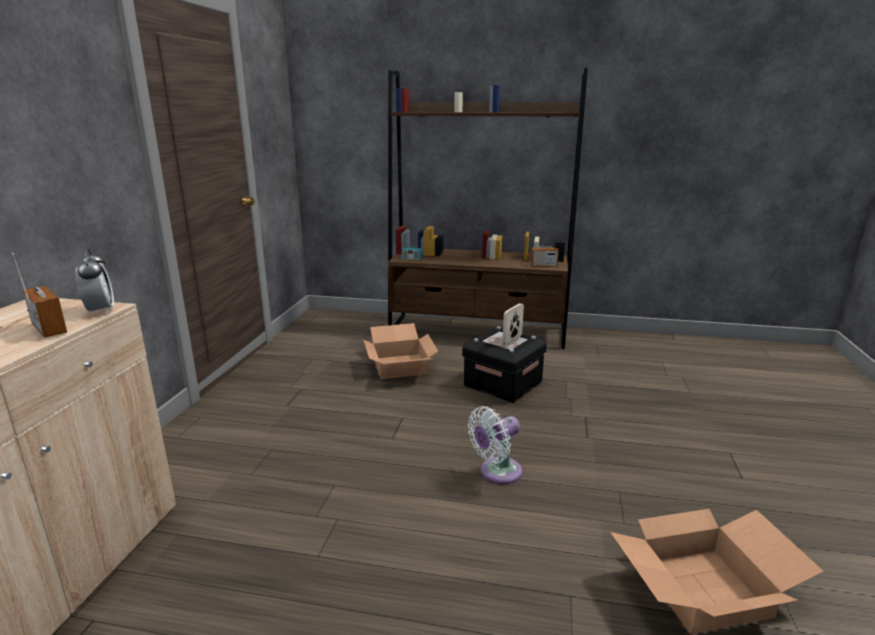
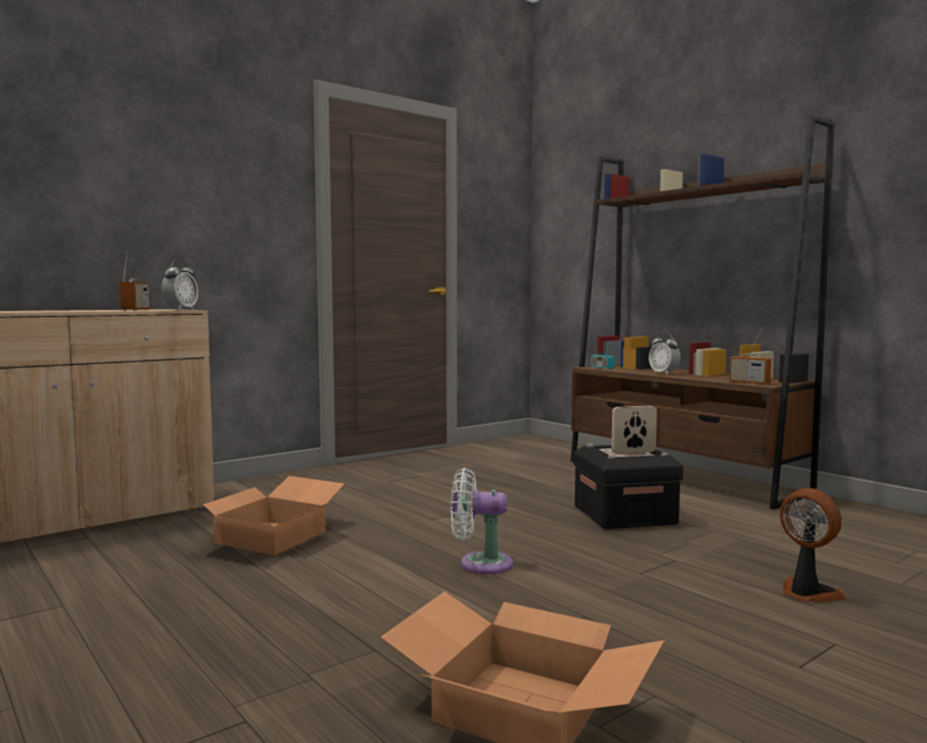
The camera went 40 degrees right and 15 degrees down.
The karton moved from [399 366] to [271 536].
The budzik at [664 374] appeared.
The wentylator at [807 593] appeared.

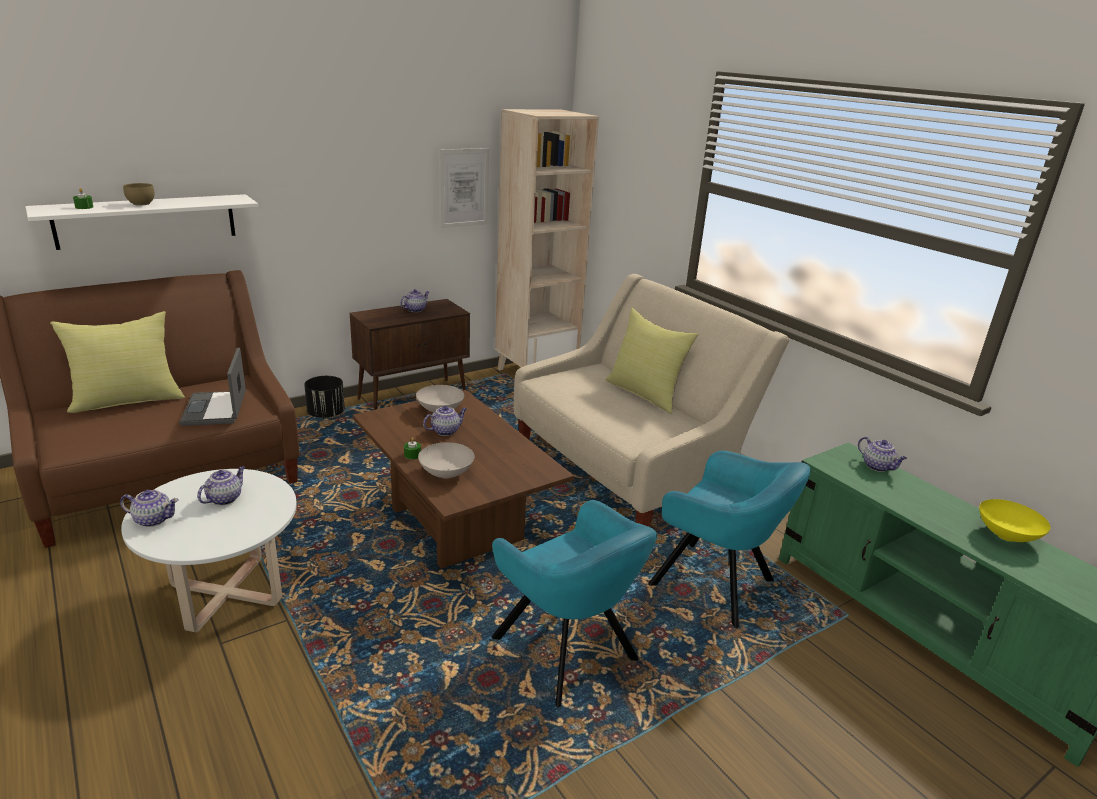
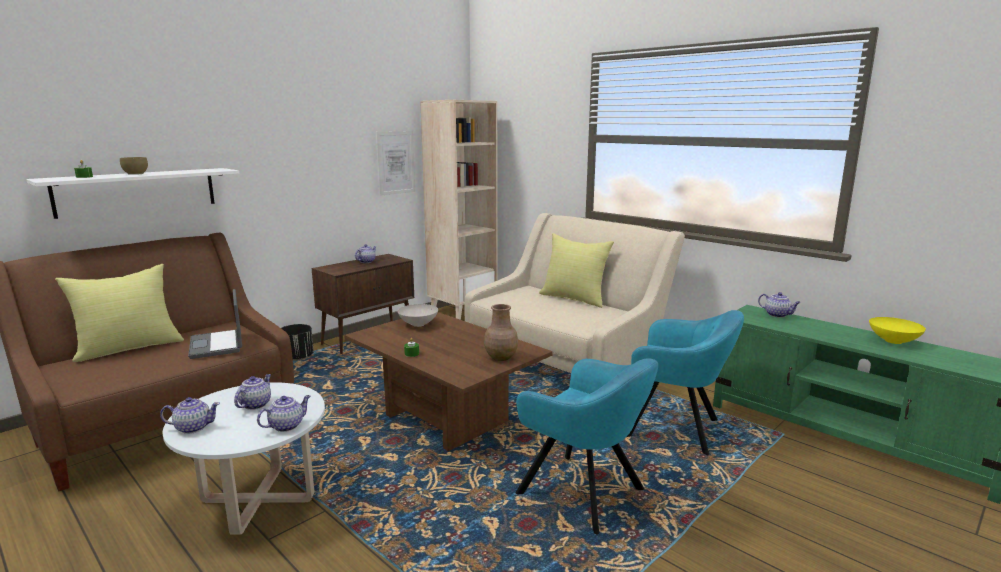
The camera went 10 degrees left and 10 degrees down.
The miska [biały] at [446 473] disappeared.
The imbryk moved from [446 431] to [287 425].
The wazon [brązowy] at [500 357] appeared.

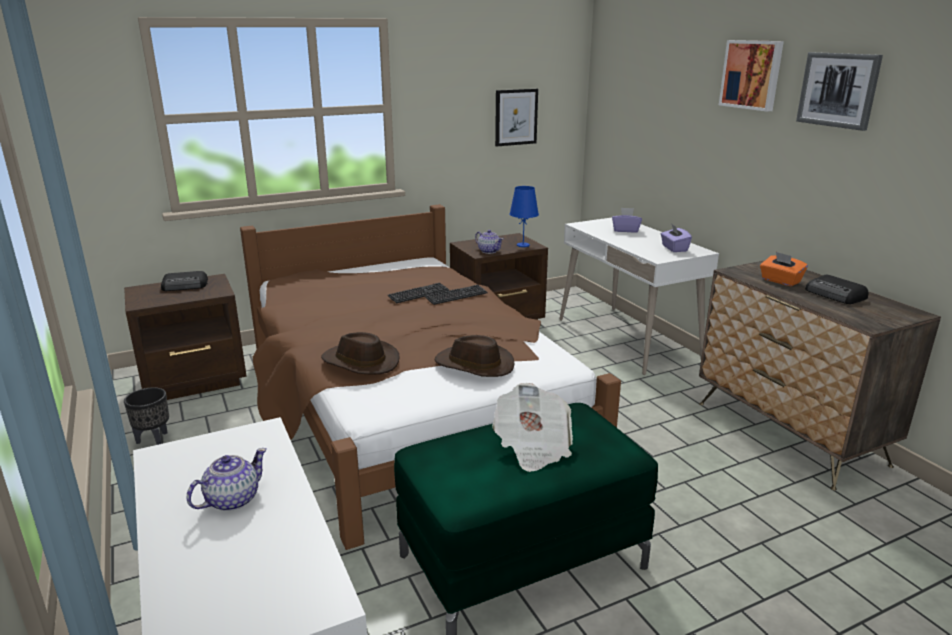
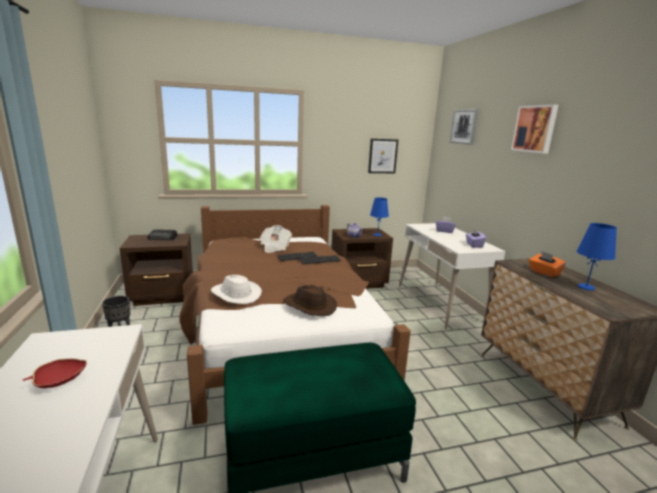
The camera went 10 degrees right and 5 degrees down.
The imbryk at [231 500] was replaced by the miska [czerwony] at [59 381].
The kapelusz [brązowy] at [360 362] became the kapelusz [biały] at [235 294].
The gazeta moved from [532 446] to [275 247].
The obraz moved from [838 90] to [464 126].
The radio at [835 295] was replaced by the lampa stołowa [niebieski] at [586 287].

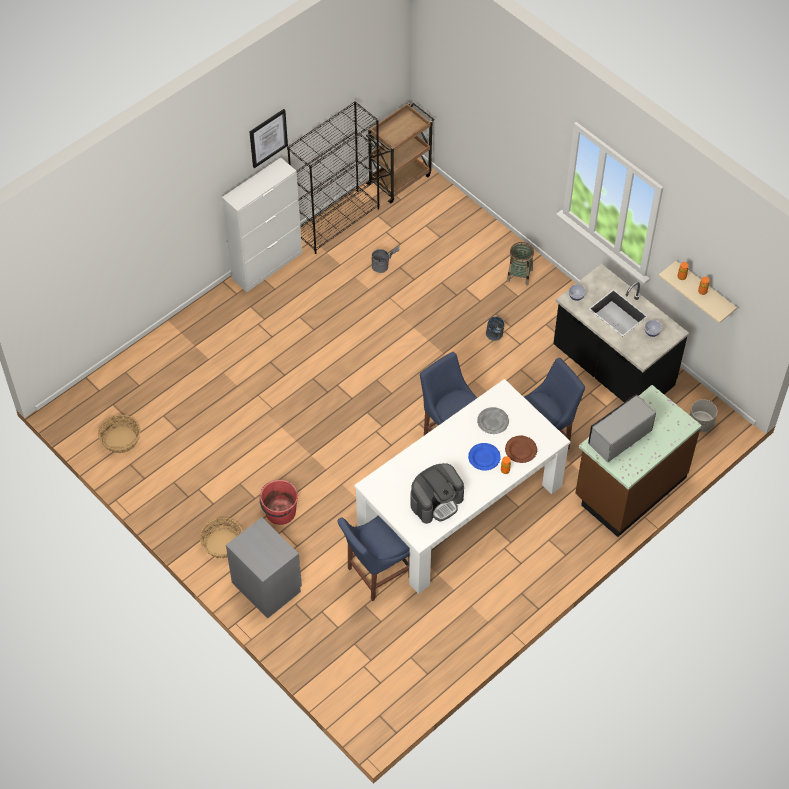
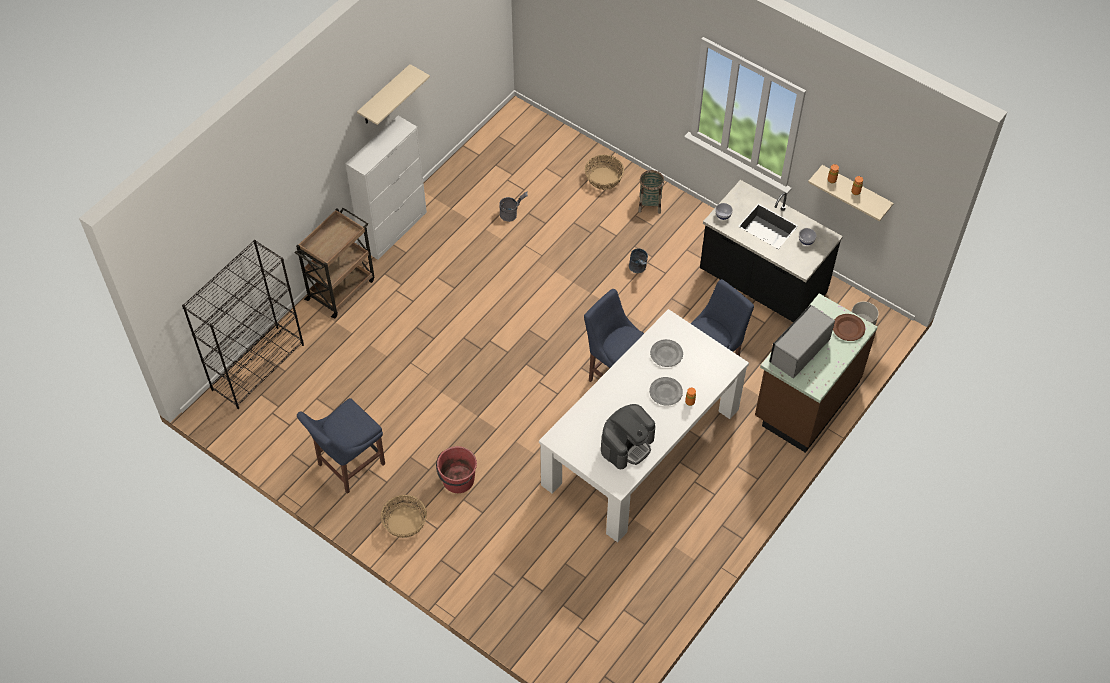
The camera went 10 degrees left and 0 degrees up.
The koszyk moved from [121 440] to [604 178].
The szafka nocna [szary] at [267 586] disappeared.
The obraz at [268 138] was replaced by the półka [beżowy] at [384 96].
The regał [czarny] moved from [337 221] to [258 366].
The krzesło [niebieski] moved from [376 574] to [348 466].
The wózek [brązowy] moved from [400 179] to [341 289].
The talerz [niebieski] at [484 458] became the talerz [szary] at [665 392].
The talerz [brązowy] moved from [521 450] to [848 328].

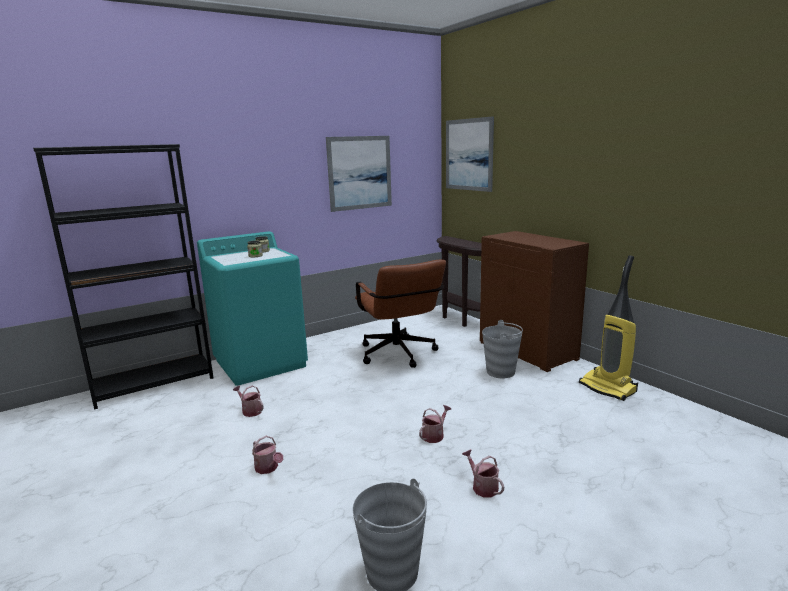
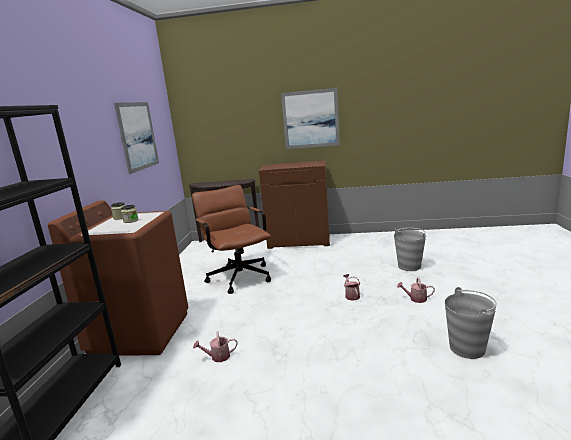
The camera went 50 degrees left and 0 degrees up.
The pralka [turkusowy] at [261 363] became the pralka [brązowy] at [140 332].
The konewka at [268 468] disappeared.
The krzesło biurowe [brązowy] at [399 356] turned 135 degrees counterclockwise.
The obraz moved from [469 154] to [310 119].
The wiadro [szary] moved from [501 372] to [409 266].
The odkurzacz at [608 388] disappeared.

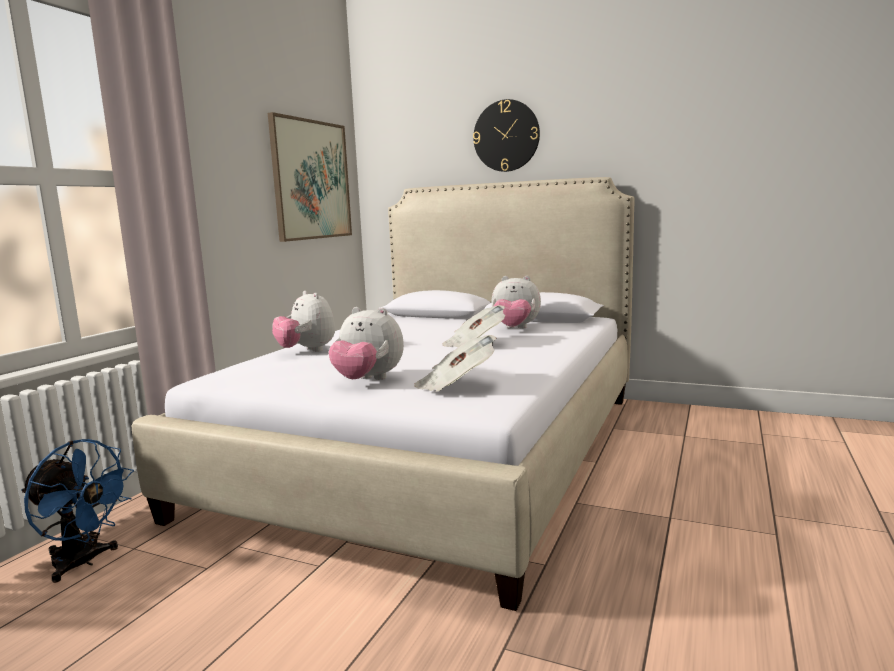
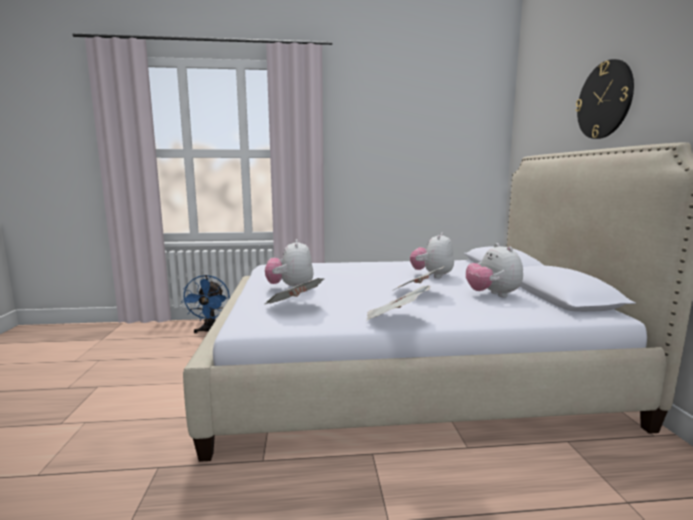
The camera went 60 degrees right and 0 degrees up.
The obraz at [311 180] disappeared.
The pluszak moved from [307 351] to [432 275].
The gazeta at [394 319] appeared.

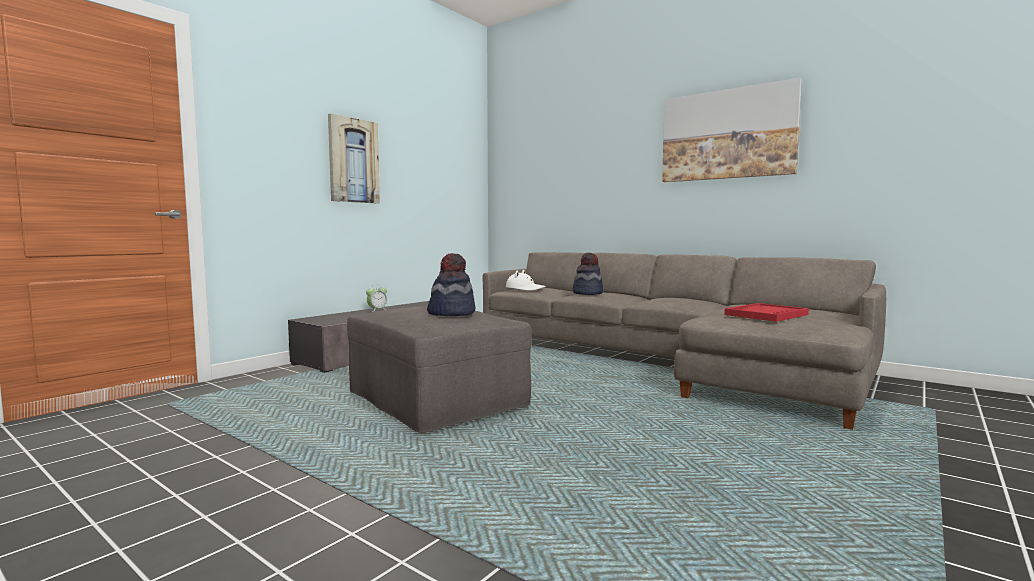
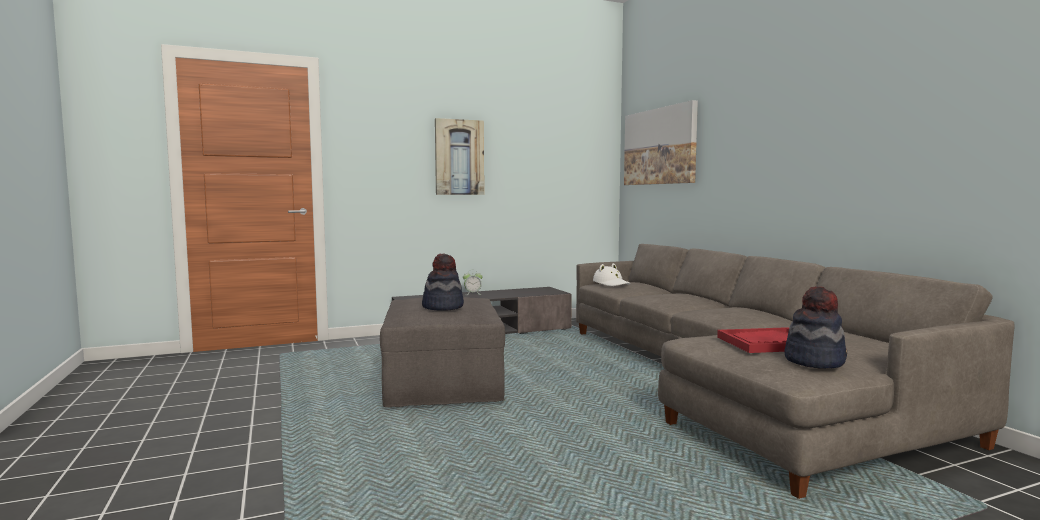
The camera went 30 degrees right and 0 degrees up.
The kapelusz moved from [587 293] to [814 361].
The obraz moved from [727 134] to [659 146].

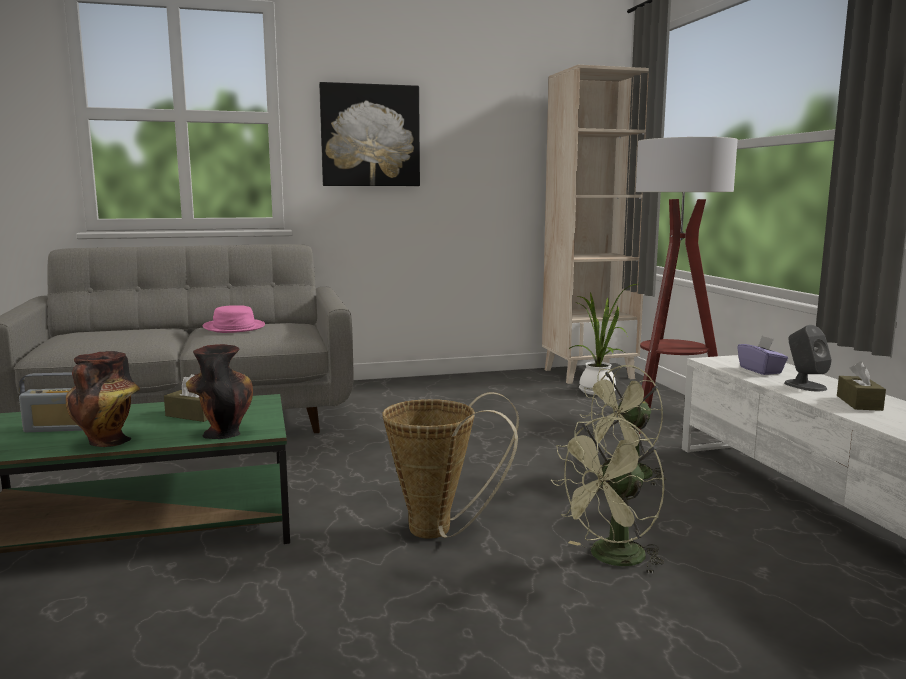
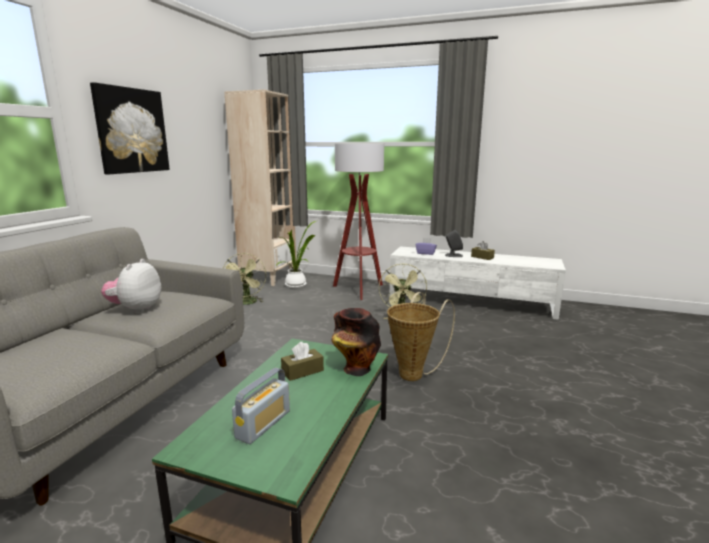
The camera went 55 degrees left and 5 degrees up.
The wazon at [108 441] disappeared.
The kapelusz [różowy] at [233 327] was replaced by the pluszak at [136 309].
The wentylator [zielony] moved from [611 559] to [247 303].

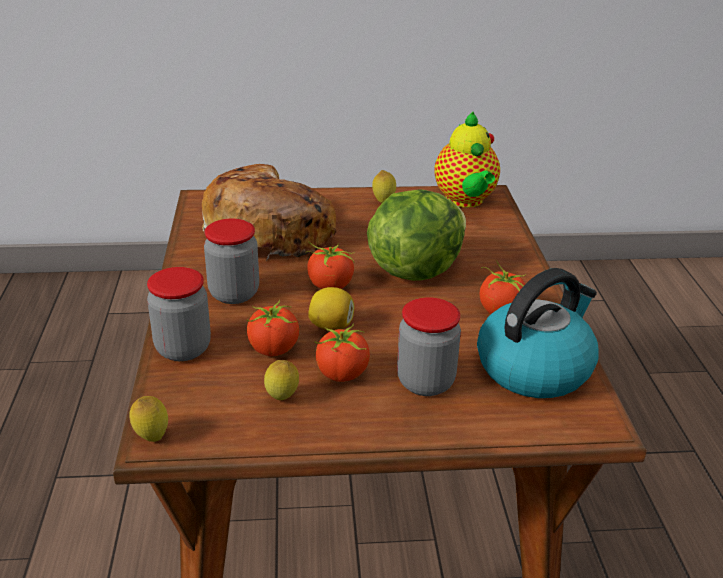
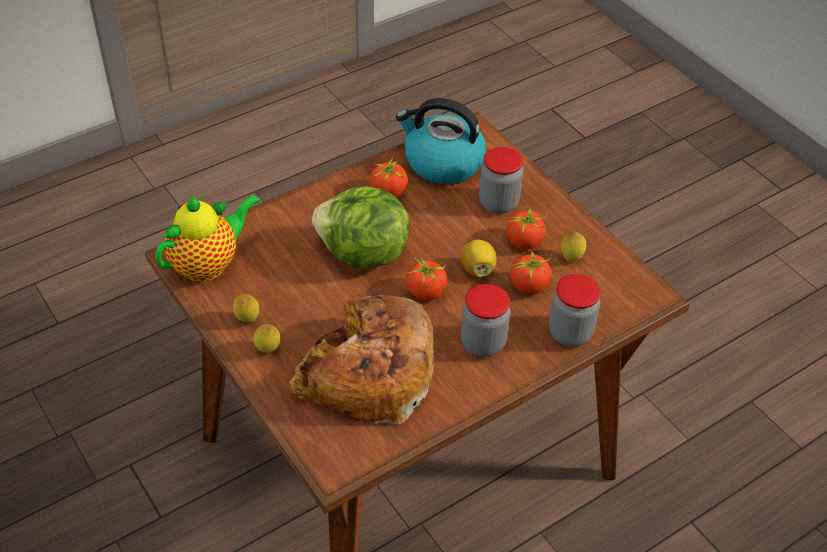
The camera went 120 degrees left and 15 degrees up.
The cytryna moved from [152 437] to [268 350].

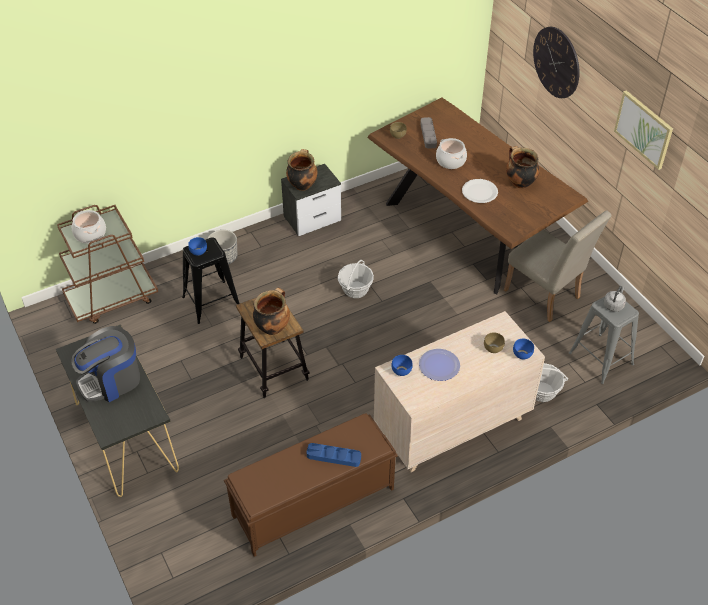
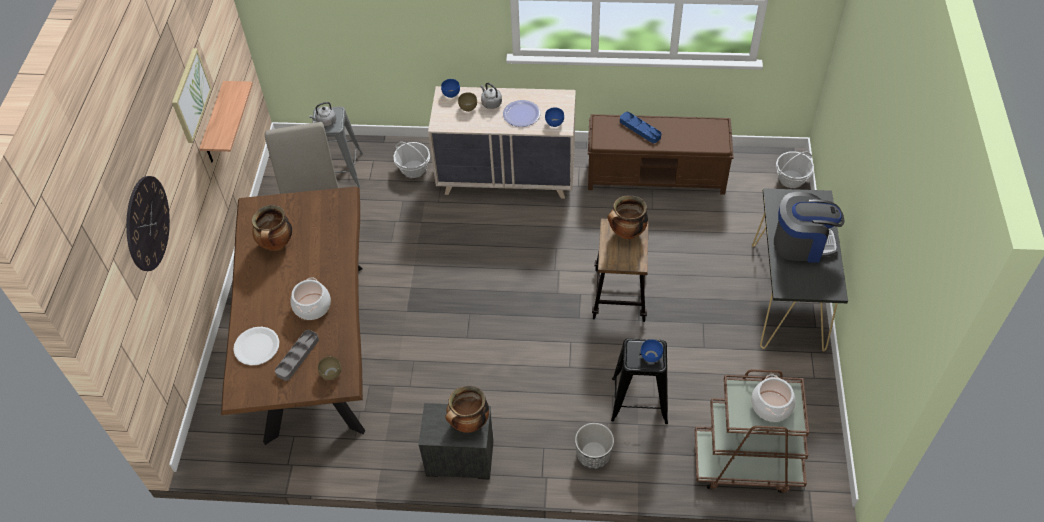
The camera went 145 degrees left and 5 degrees up.
The koszyk moved from [355 290] to [791 179].
The talerz [biały] moved from [479 192] to [257 346].
The półka at [215 125] appeared.
The czajnik [szary] at [490 103] appeared.

